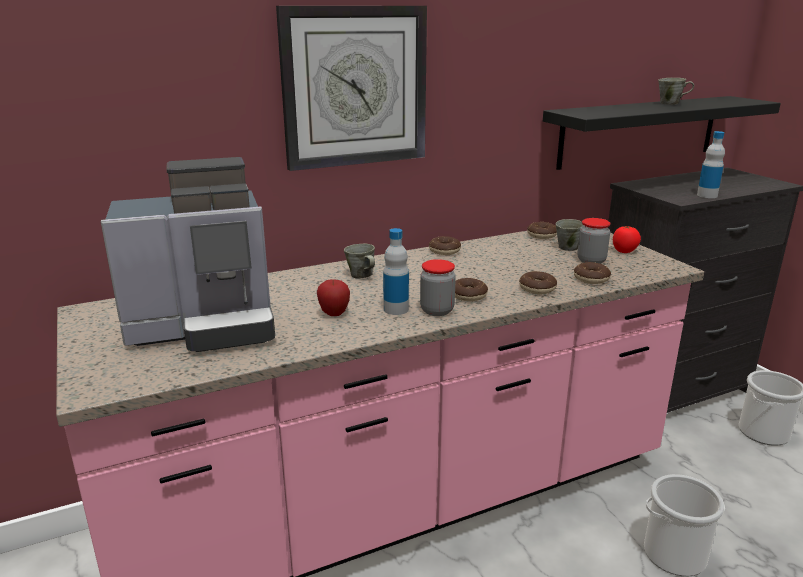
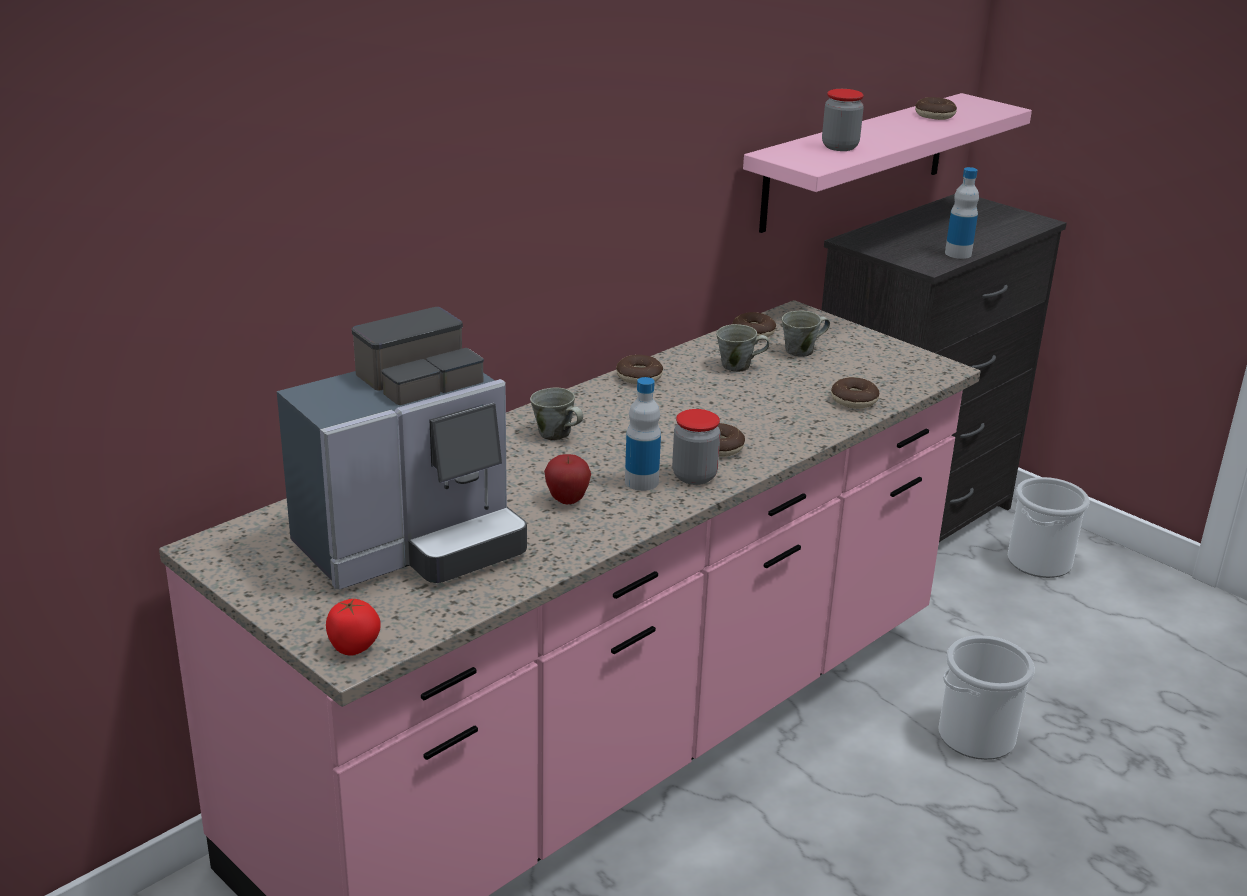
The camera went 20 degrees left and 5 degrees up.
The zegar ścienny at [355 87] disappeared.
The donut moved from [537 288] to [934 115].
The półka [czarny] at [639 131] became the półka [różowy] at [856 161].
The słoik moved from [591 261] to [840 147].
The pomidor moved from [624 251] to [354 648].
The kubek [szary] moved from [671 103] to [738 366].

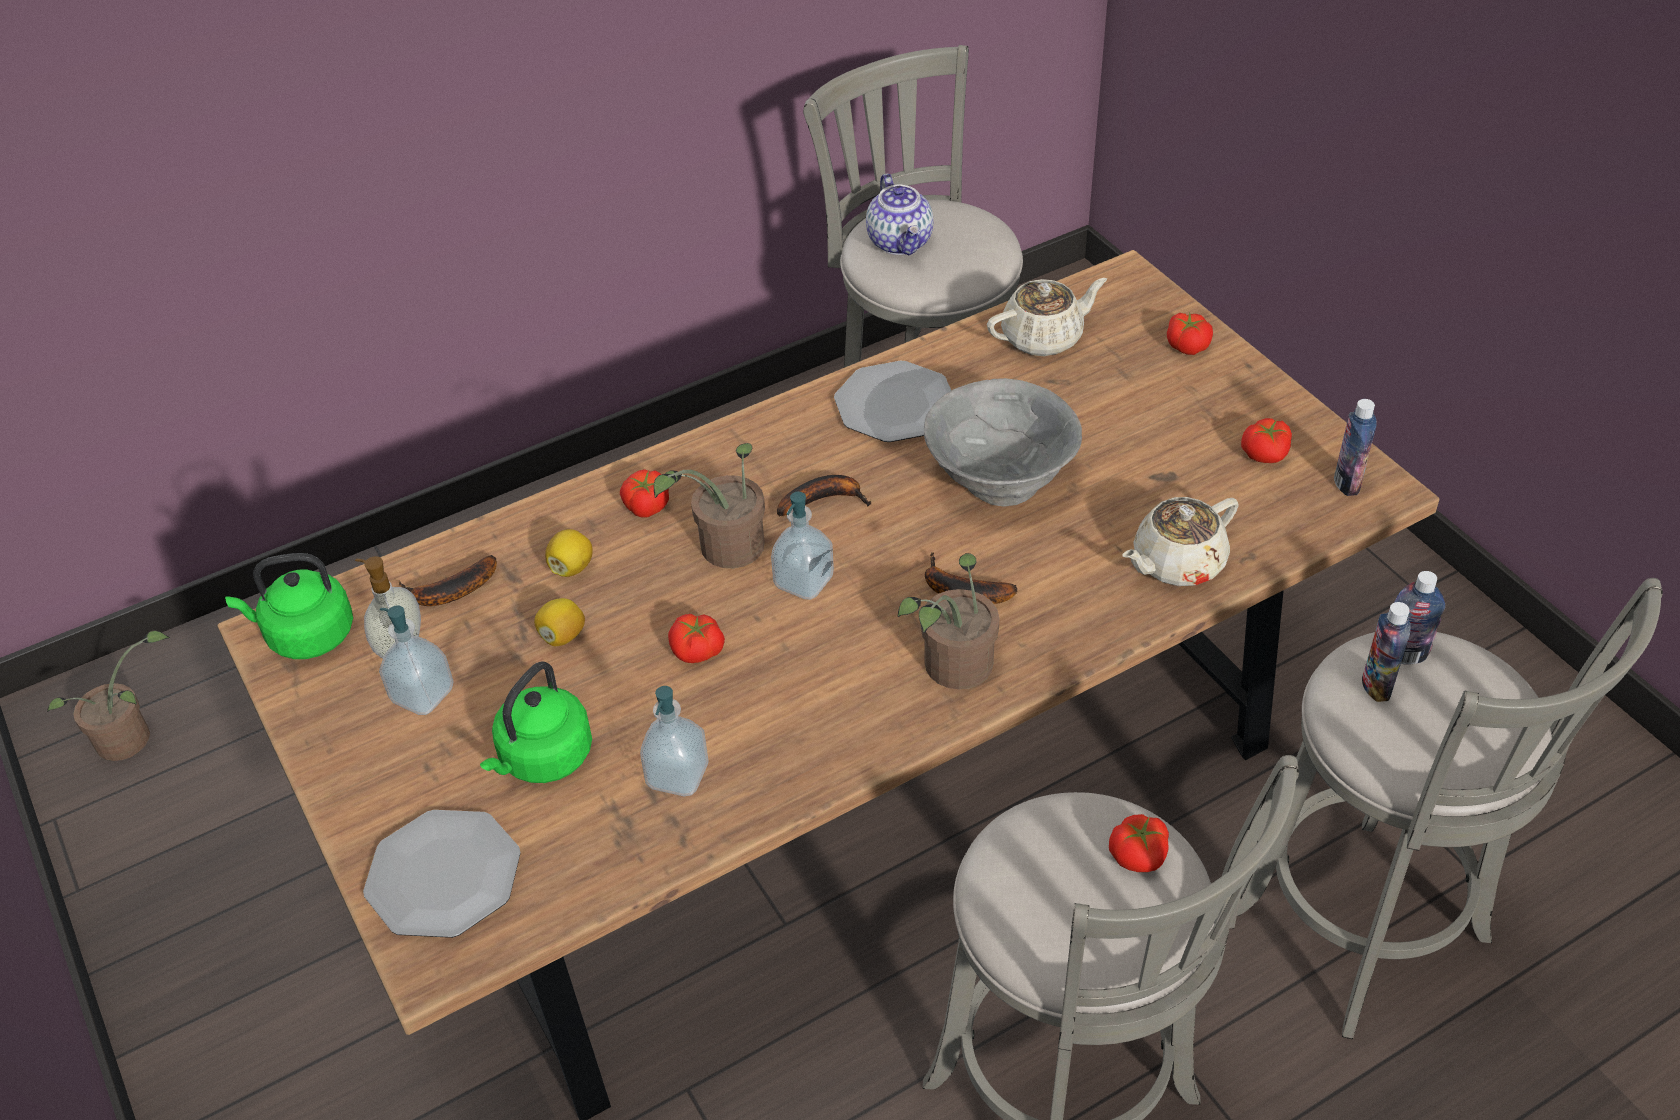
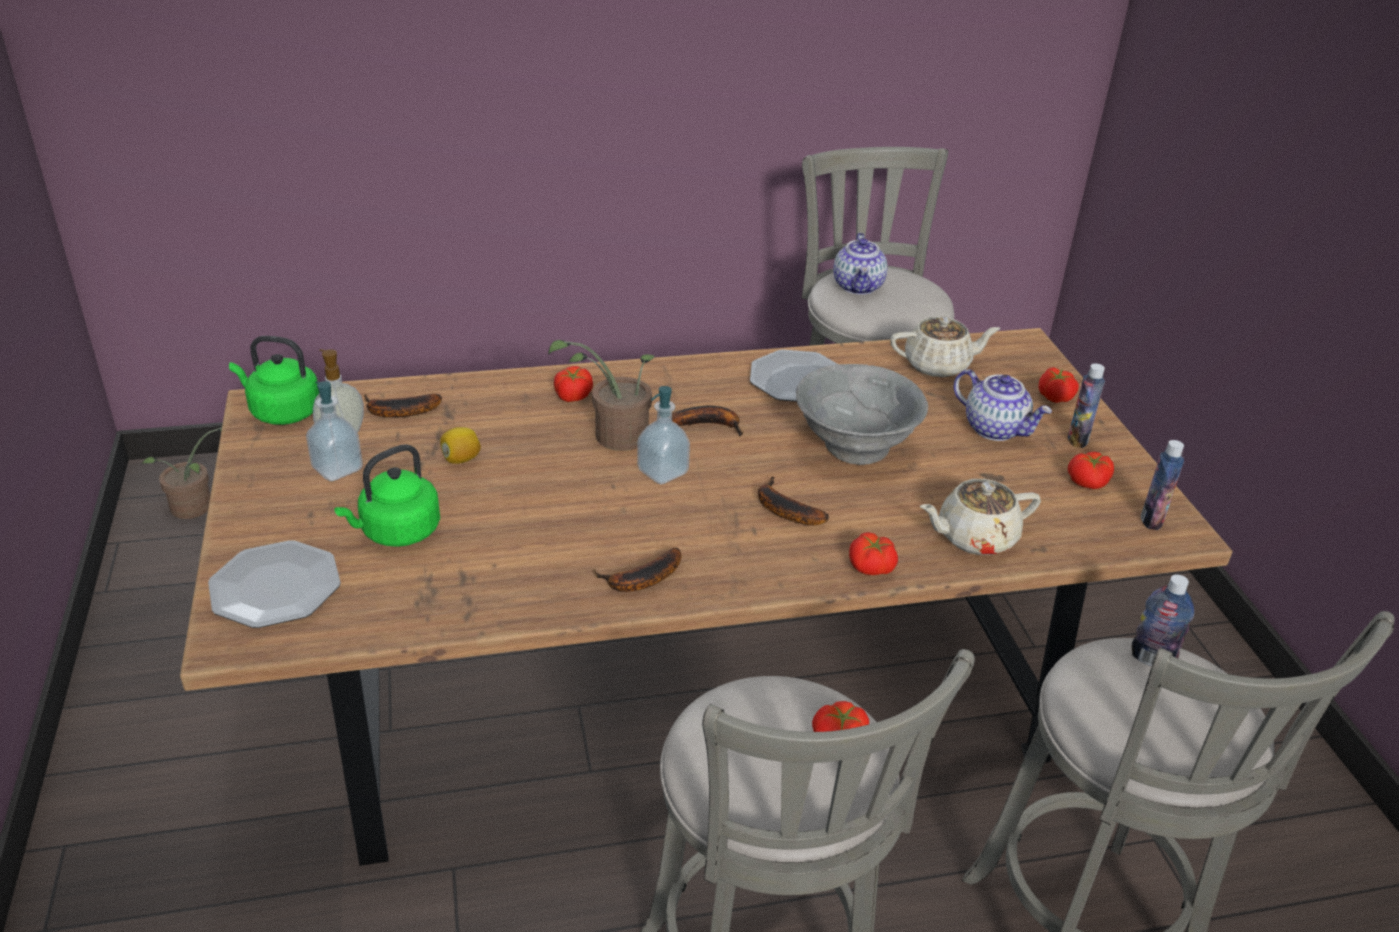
The camera went 15 degrees right and 10 degrees down.
The cytryna at [572 567] disappeared.
The dozownik mydła at [677 775] disappeared.
The pomidor moved from [697 651] to [871 567].
The roślina doniczkowa at [952 670] disappeared.
The butelka moved from [1376 686] to [1078 439].
The banan at [641 580] appeared.
The imbryk at [995 429] appeared.

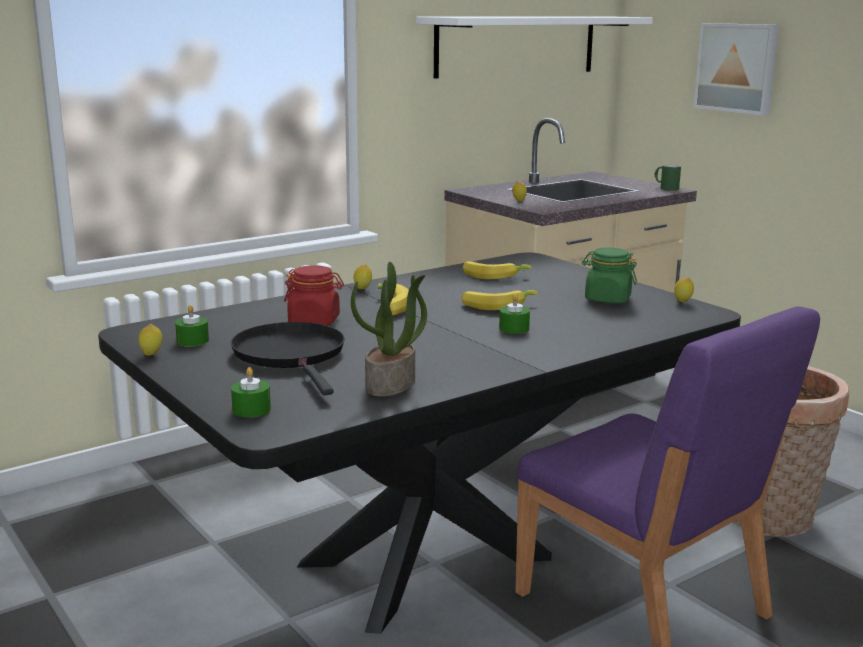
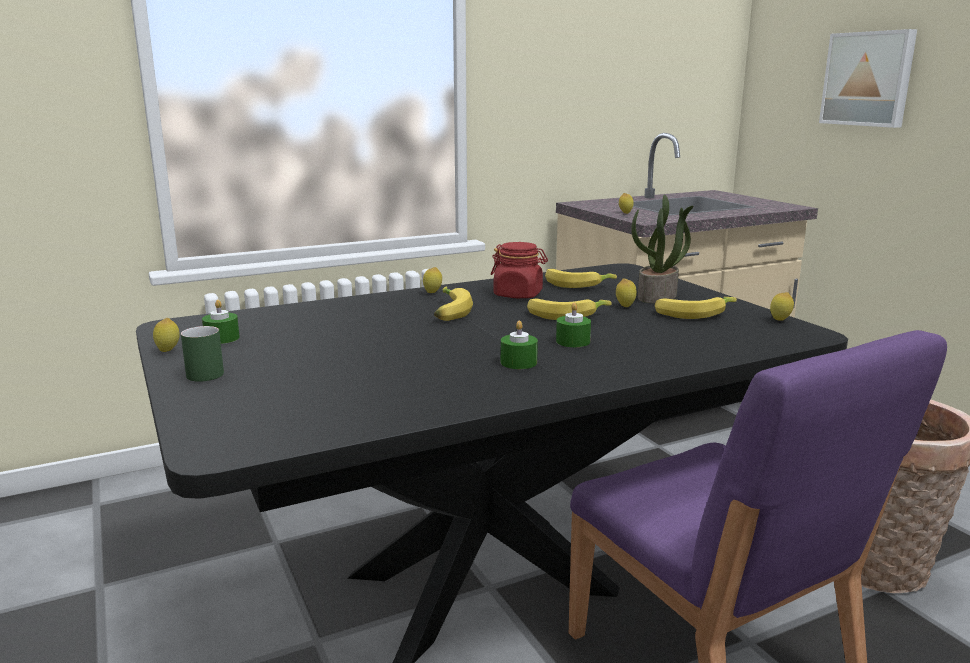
The camera went 10 degrees right and 0 degrees up.
The patelnia [czarny] at [291 355] disappeared.
The świeca [zielony] moved from [251 409] to [518 362].
The słoik [czerwony] moved from [314 321] to [518 294].
The roślina doniczkowa moved from [391 385] to [657 297].
The półka [biały] at [517 45] disappeared.
The słoik [zielony] at [607 299] was replaced by the banan at [693 313].
The kubek [zielony] moved from [665 188] to [203 372].
The cytryna at [625 306] appeared.

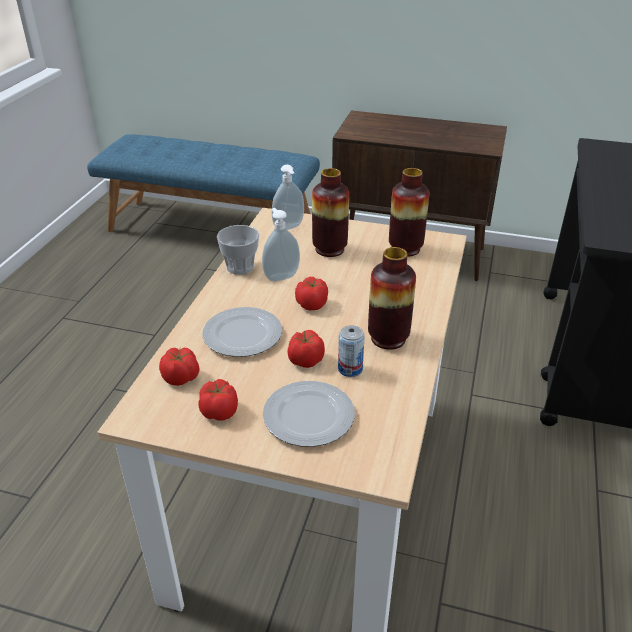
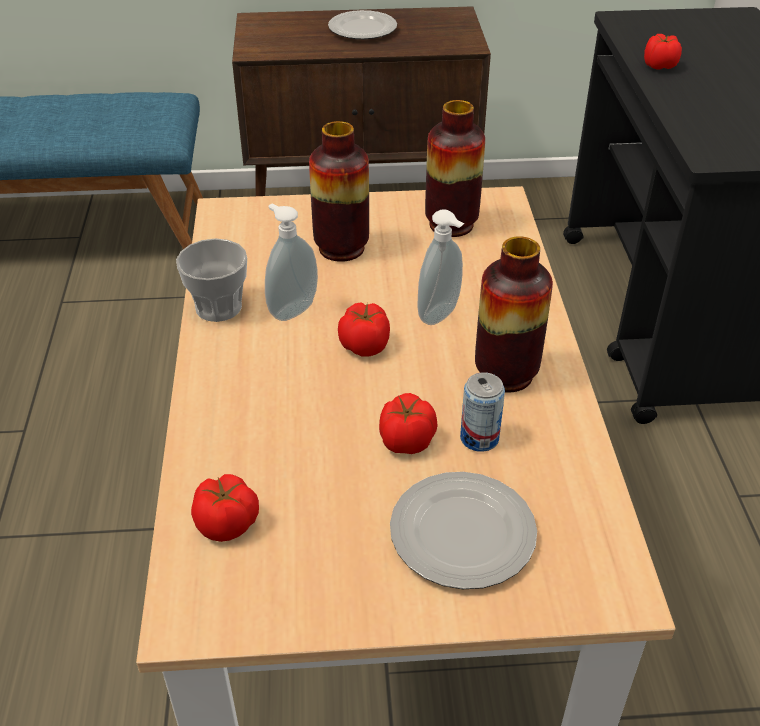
The camera went 20 degrees left and 5 degrees up.
The pomidor moved from [220 411] to [659 65].
The talerz moved from [242 335] to [362 29].
The dozownik mydła moved from [289 228] to [441 315].

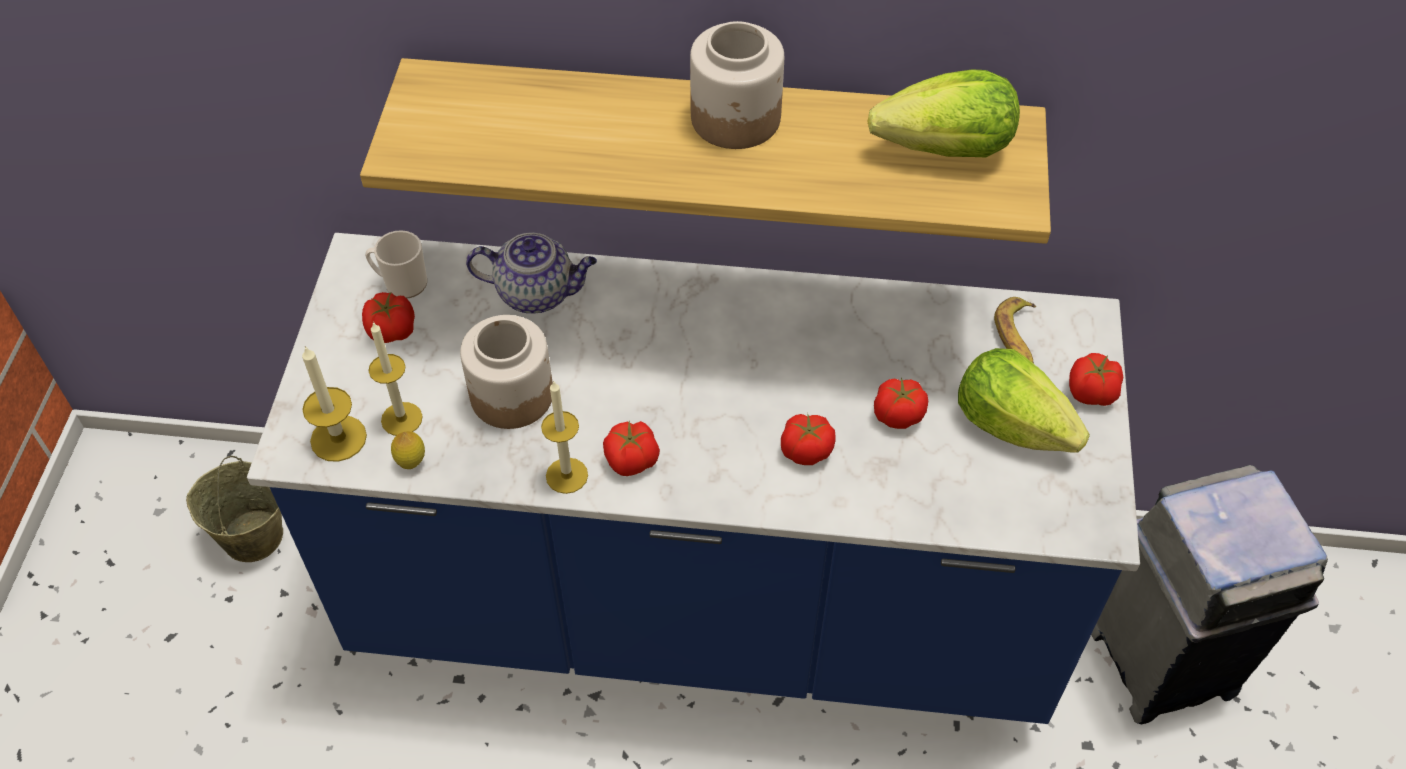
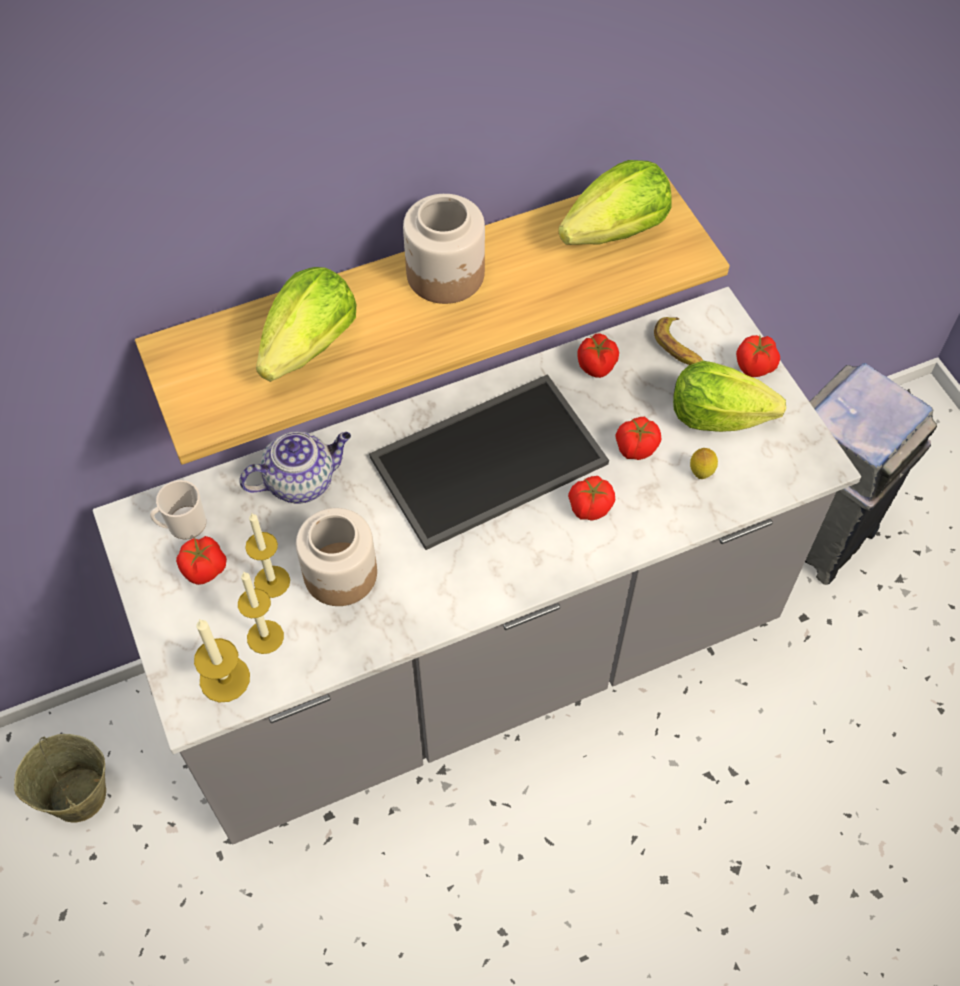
The camera went 30 degrees left and 5 degrees up.
The zabudowa kuchenna [niebieski] at [703 606] became the zabudowa kuchenna [szary] at [480 659].
The cytryna moved from [411 463] to [701 473].
The świeca moved from [567 475] to [272 581].
The pomidor moved from [632 461] to [597 366].
The sałata at [310 346] appeared.
The taca at [489 457] appeared.

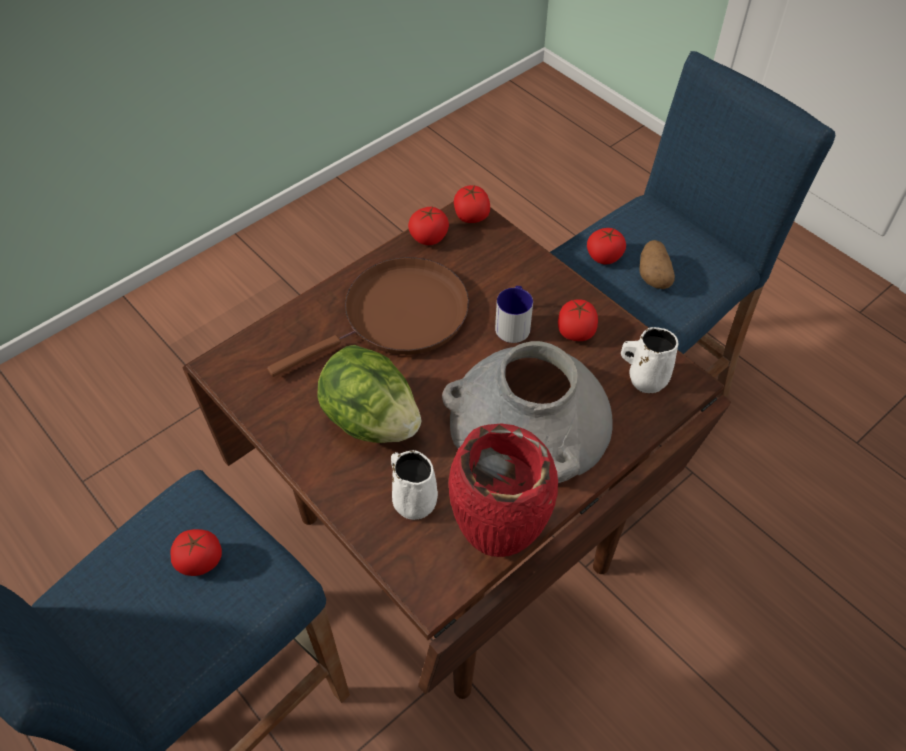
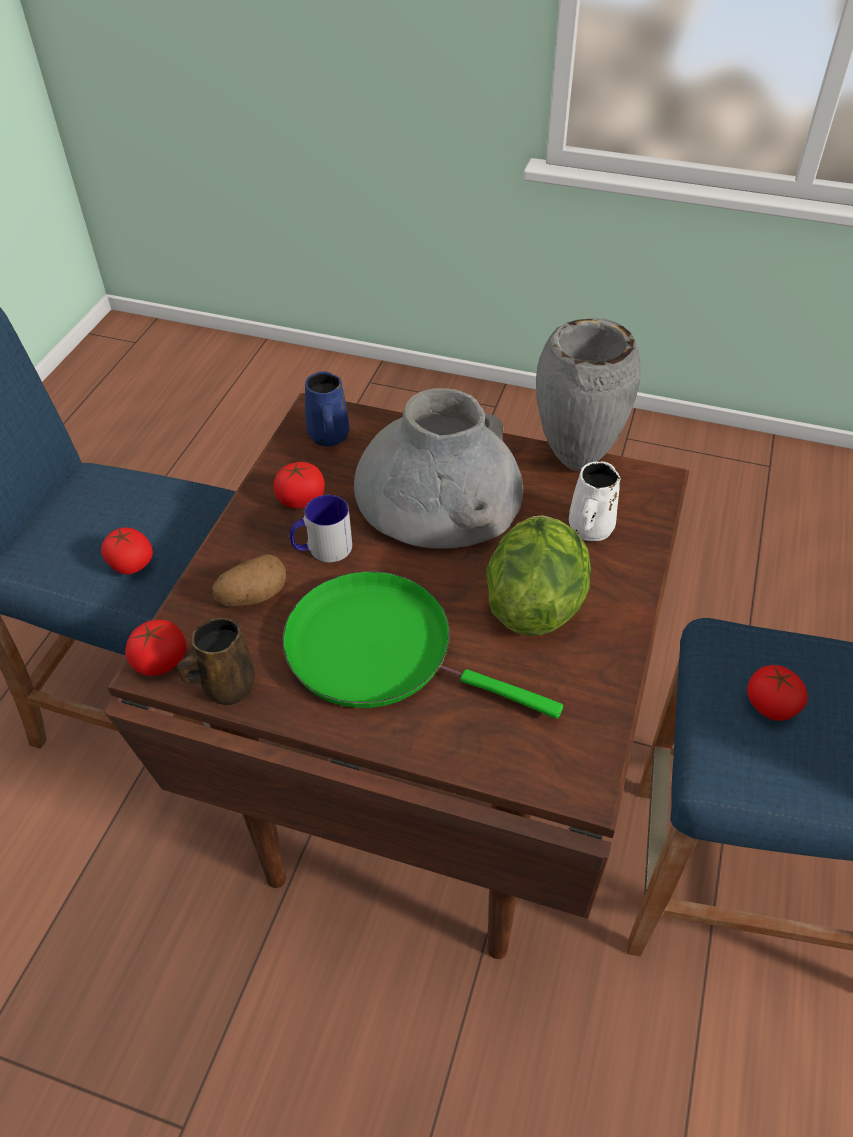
The camera went 120 degrees left and 5 degrees down.
The patelnia [brązowy] at [399 317] became the patelnia [zielony] at [380 650].
The pomidor at [429 237] was replaced by the kubek [brązowy] at [226 687].
The wazon [czerwony] at [500 541] became the wazon [szary] at [574 462].
The kubek [biały] at [645 378] became the kubek [niebieski] at [329 437].
The ziemniak moved from [653 275] to [253 596].

